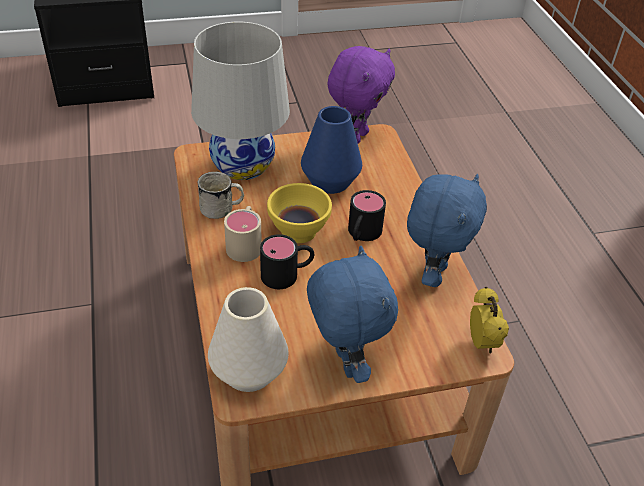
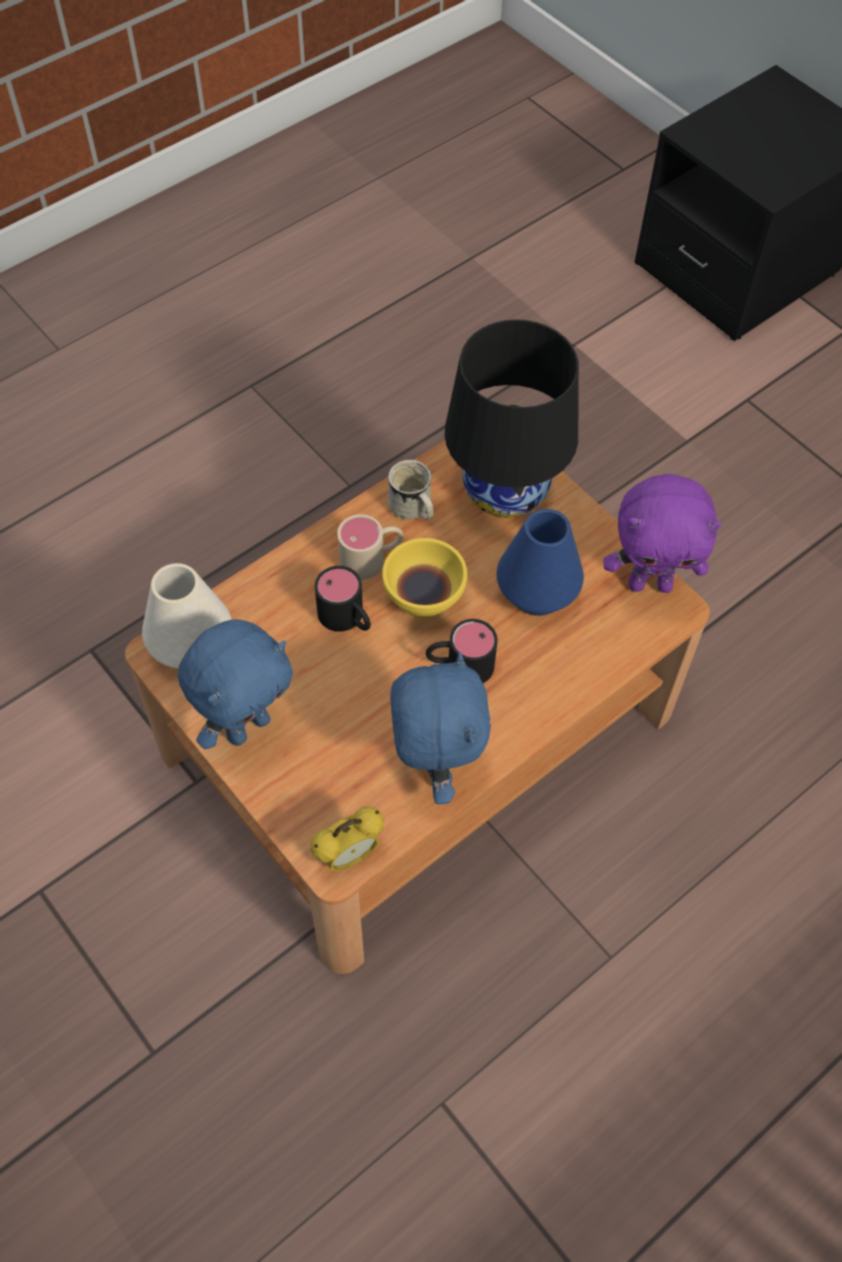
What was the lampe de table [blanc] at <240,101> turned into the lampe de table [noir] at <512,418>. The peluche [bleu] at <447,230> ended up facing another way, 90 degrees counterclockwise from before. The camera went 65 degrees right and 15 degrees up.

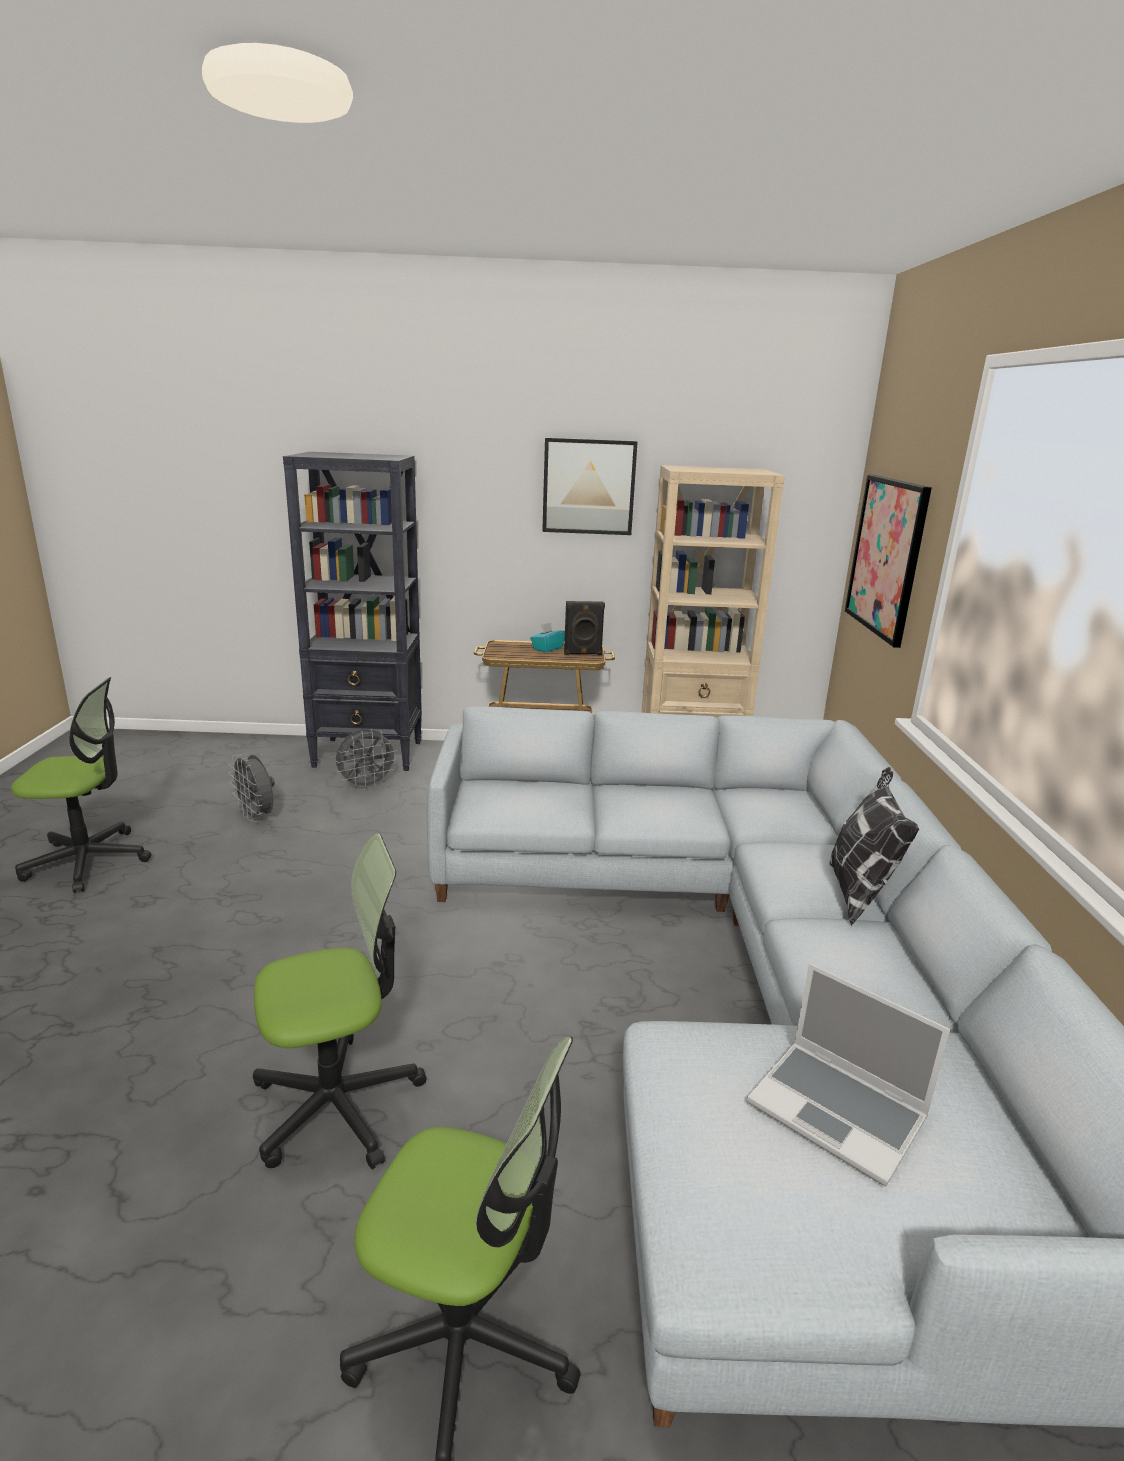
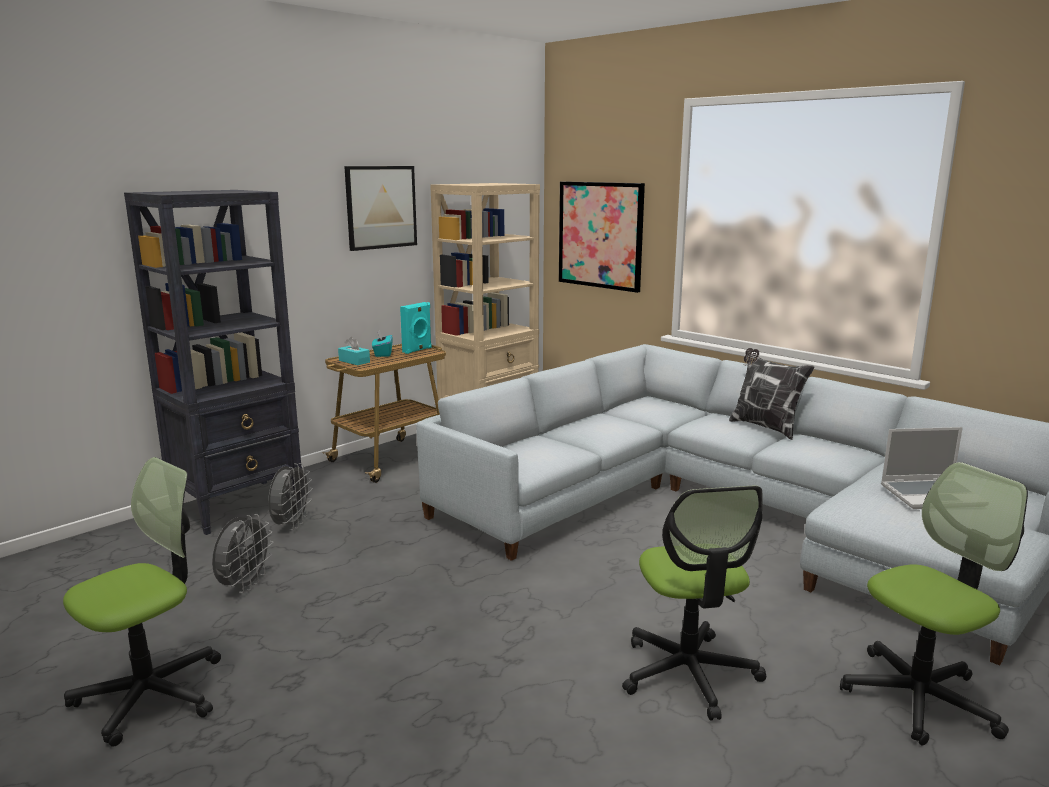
The second view gained the boîte à mouchoirs [turquoise] at <354,351>. What was the enceinte [noir] at <584,628> turned into the enceinte [turquoise] at <416,328>. The ventilateur [gris] at <251,788> ended up facing another way, 75 degrees counterclockwise from before. The chaise de bureau at <339,1001> ended up facing another way, 150 degrees clockwise from before. The camera went 45 degrees left and 5 degrees down.

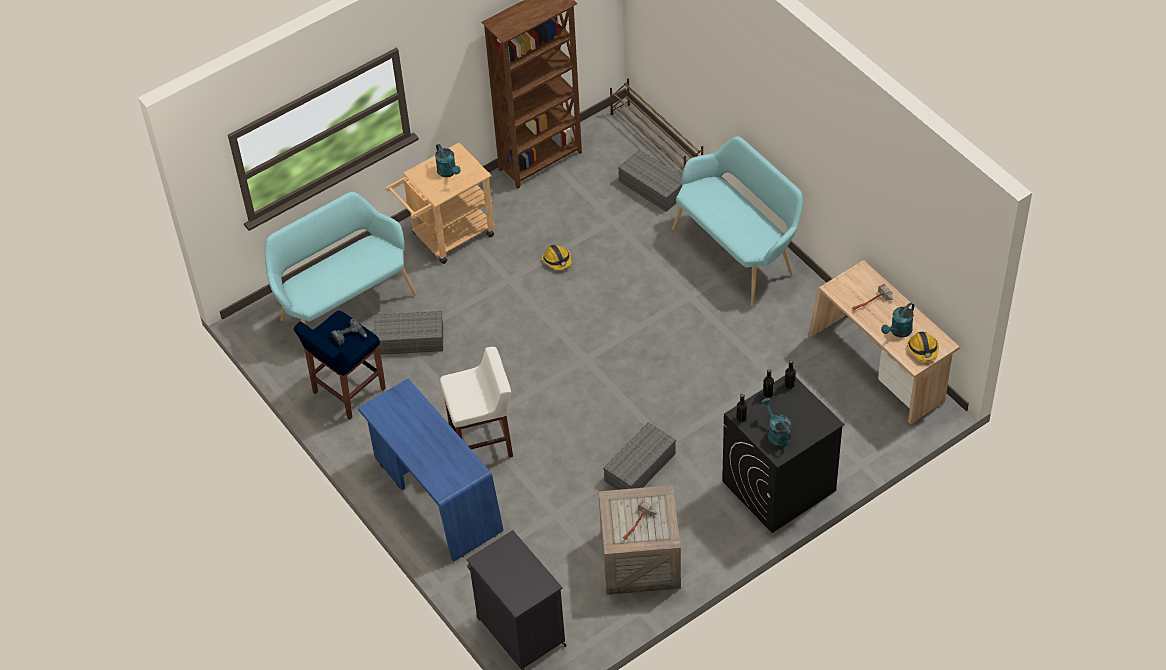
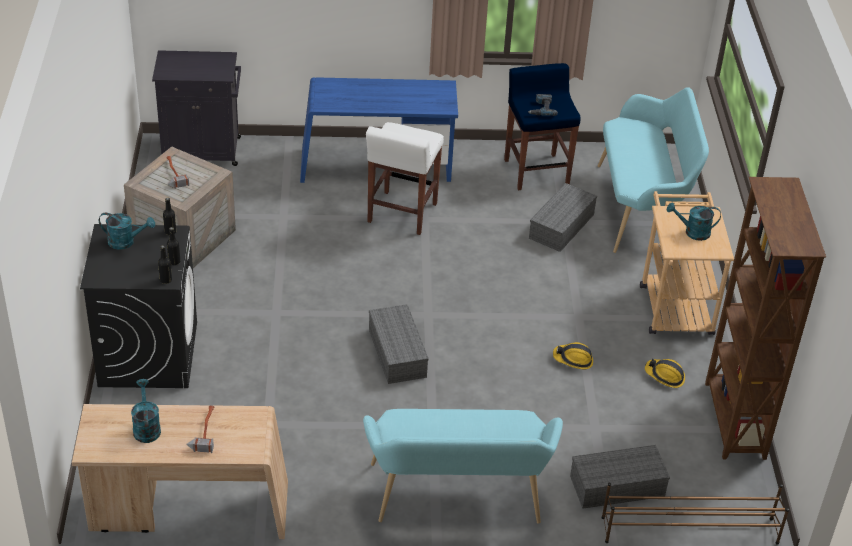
The boîte de rangement [gris] ended up elsewhere, having gone from <639,456> to <398,344>. The casque de chantier ended up elsewhere, having gone from <923,346> to <665,373>. The camera went 120 degrees right and 10 degrees down.

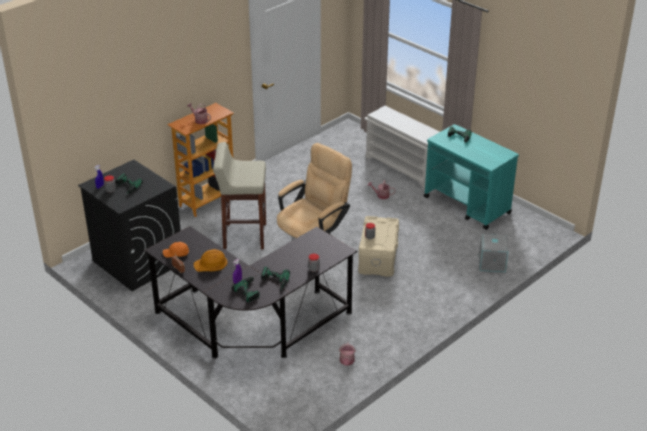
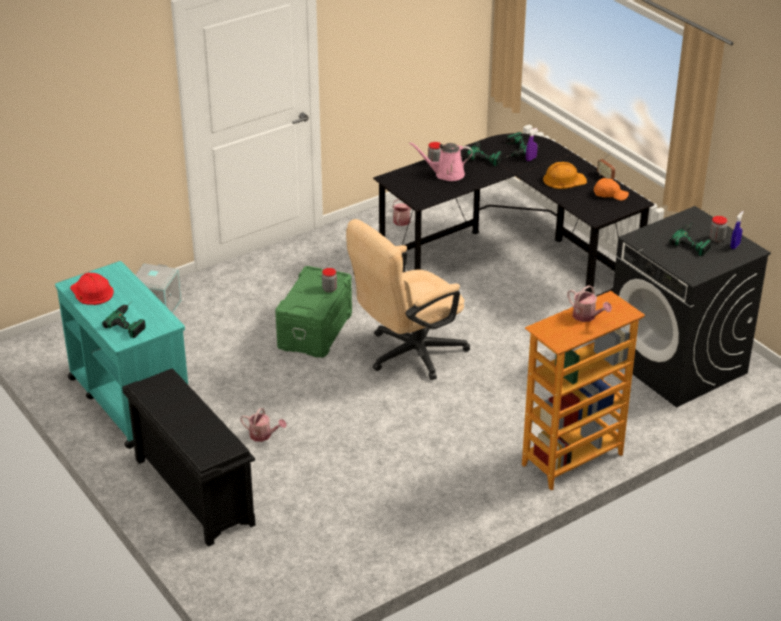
The second view lost the tabouret [beige] at <239,196>. The second view gained the casque de chantier [rouge] at <92,288>. The second view gained the arrosoir [rose] at <441,161>. What was the boîte de rangement [beige] at <378,246> turned into the boîte de rangement [vert] at <313,312>. What was the étagère à chaussures [blanc] at <402,147> turned into the étagère à chaussures [noir] at <188,457>. The camera went 170 degrees left and 0 degrees up.

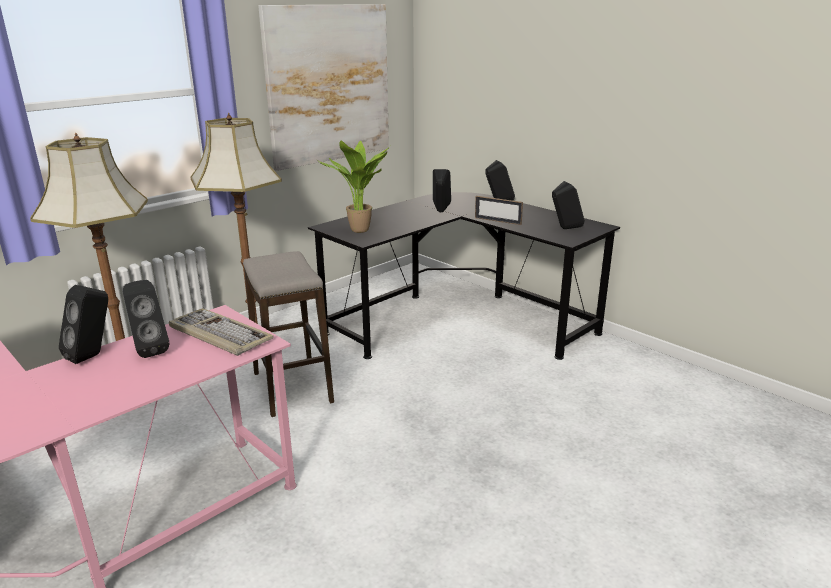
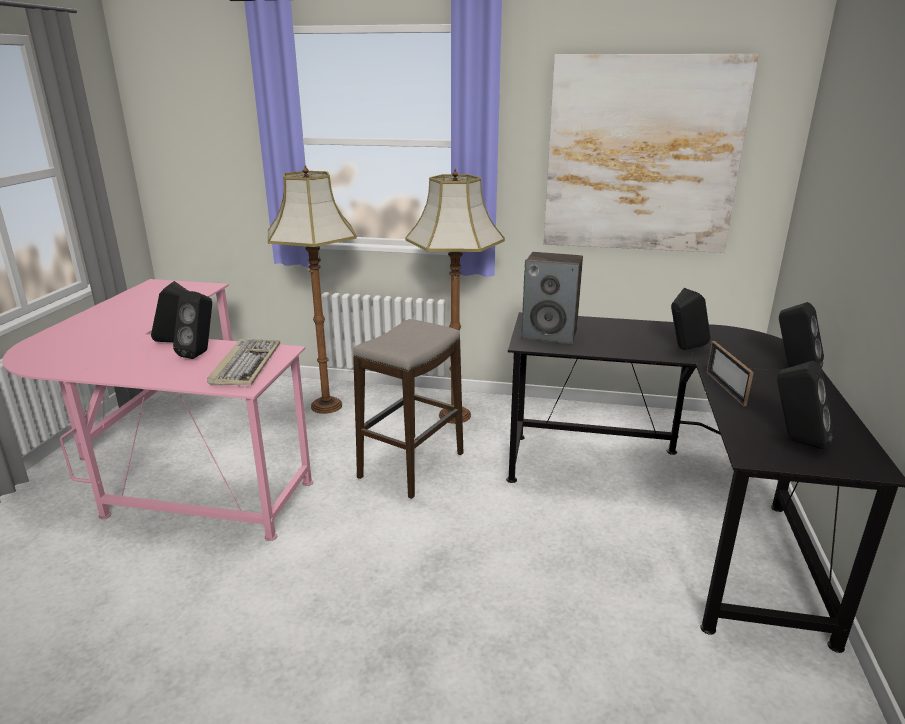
Where the plante en pot stood at <353,187>, the enceinte came to stand at <552,298>. The camera went 55 degrees right and 0 degrees up.

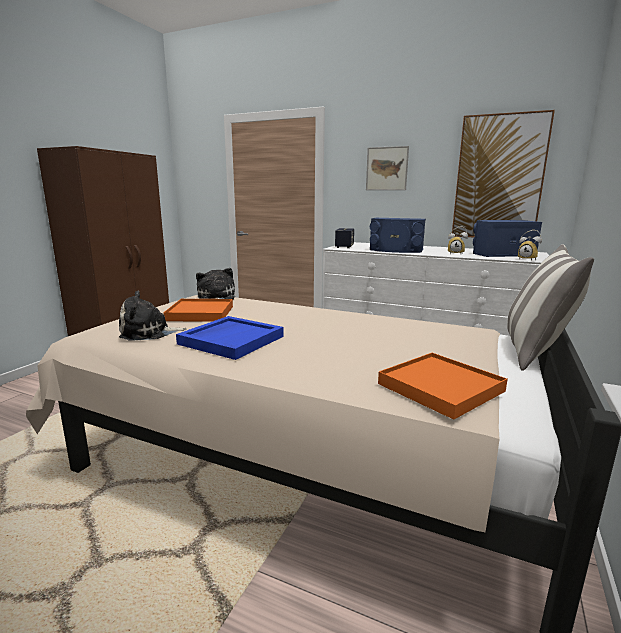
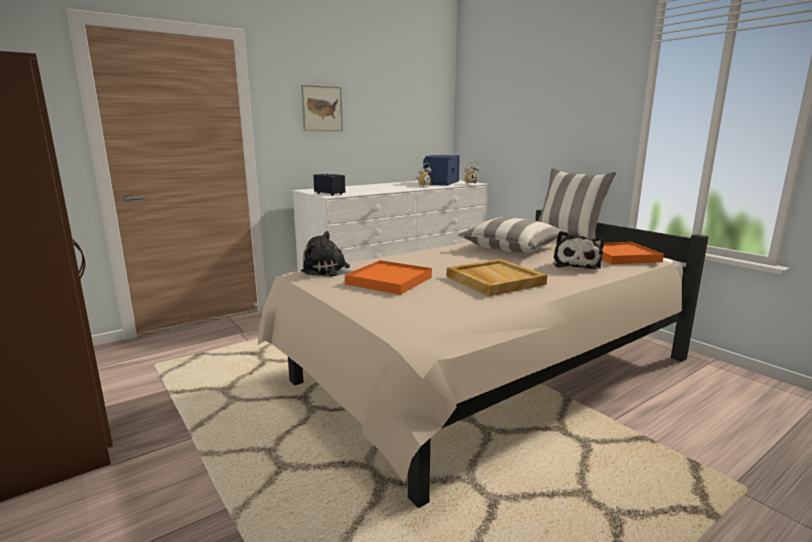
The second view lost the enceinte [bleu] at <398,235>. The second view lost the tableau at <503,173>. The second view gained the coussin at <512,235>. The peluche ended up elsewhere, having gone from <153,315> to <578,250>. What was the plateau [bleu] at <230,338> turned into the plateau [beige] at <497,277>. The camera went 60 degrees left and 0 degrees up.

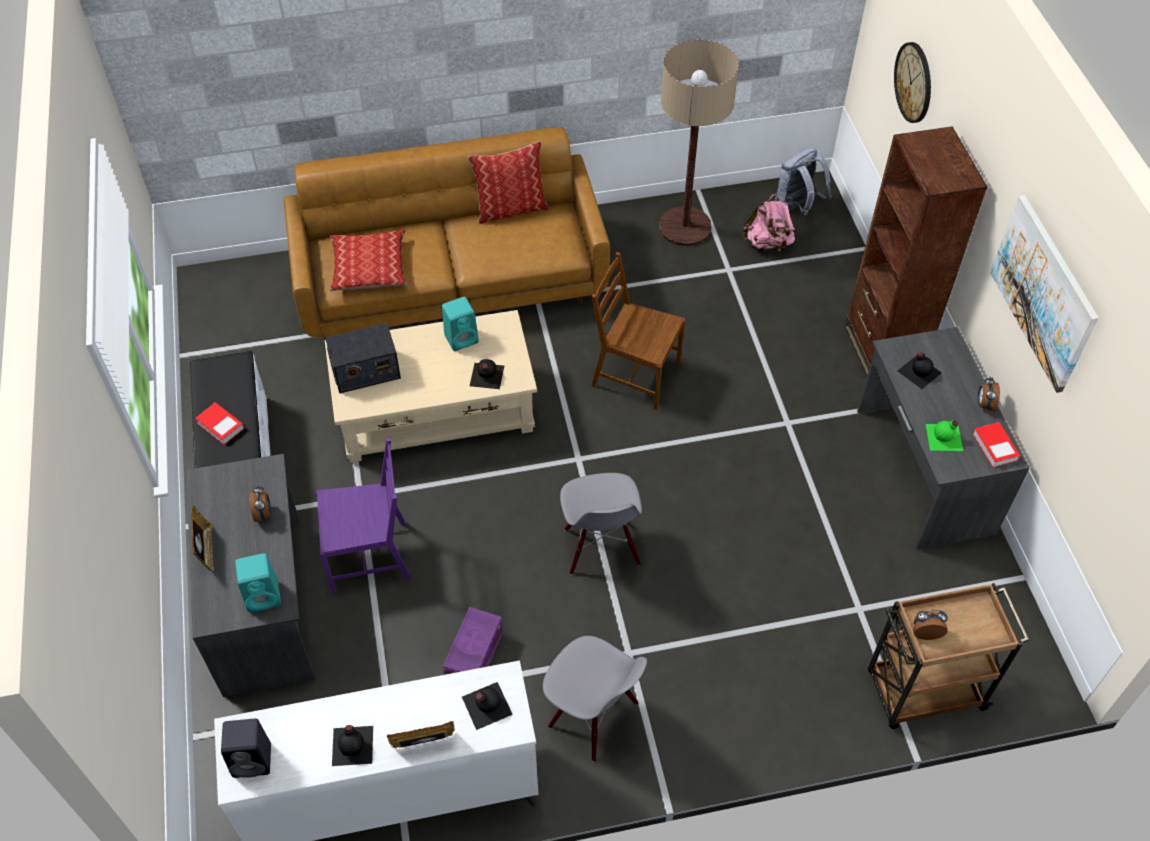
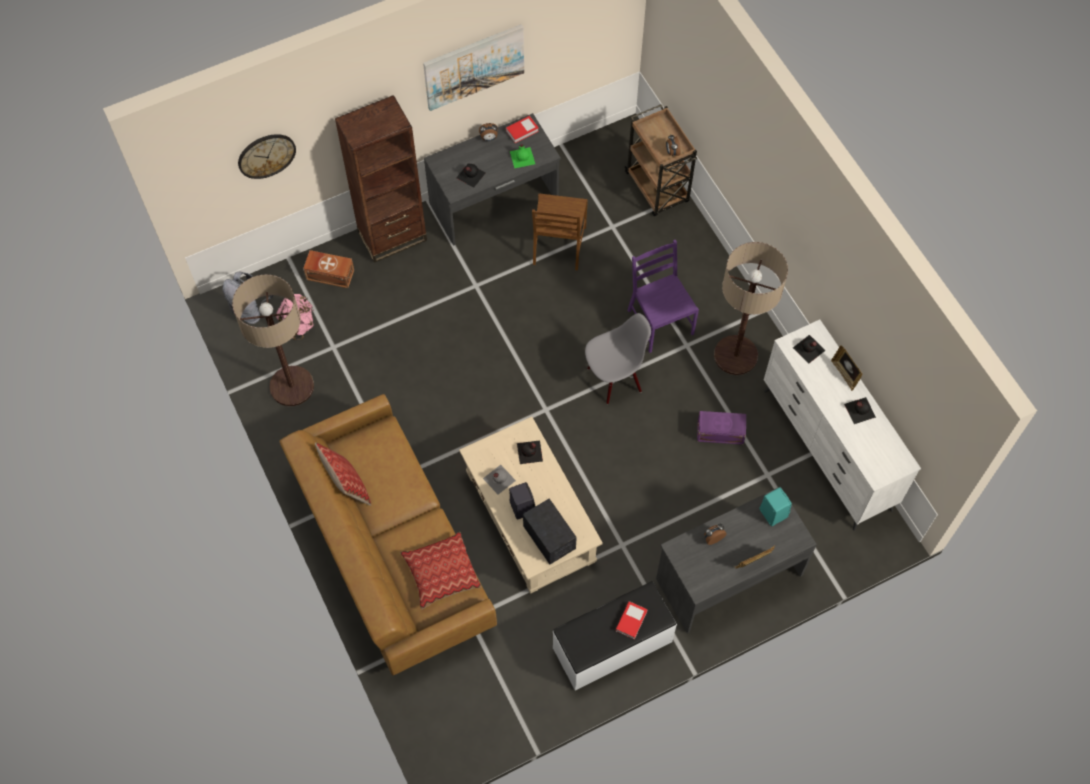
The second view gained the boîte de rangement [marron] at <328,269>. The enceinte [noir] ended up elsewhere, having gone from <246,748> to <522,501>. The chaise [violet] ended up elsewhere, having gone from <364,515> to <663,296>. The chaise [marron] ended up elsewhere, having gone from <638,331> to <560,231>. Where the enceinte [turquoise] stood at <460,324>, the bouteille [gris] came to stand at <499,479>. Where the chaise [gris] stood at <595,699>, the lampadaire came to stand at <751,308>. The camera went 105 degrees left and 10 degrees up.

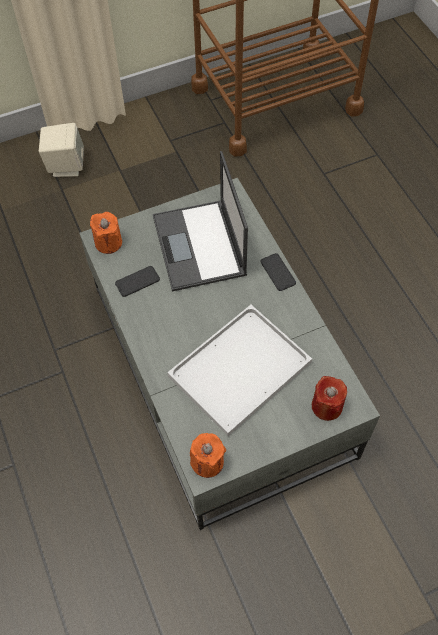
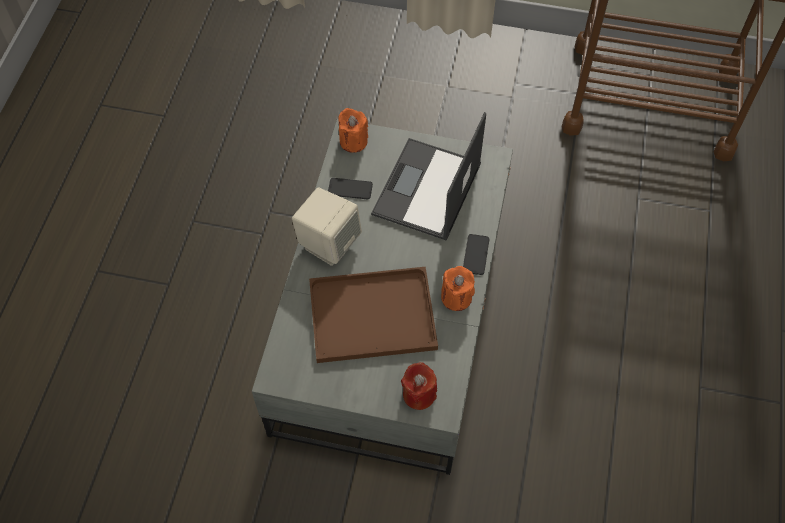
The enceinte [beige] ended up elsewhere, having gone from <61,150> to <327,226>. The bougie [orange] ended up elsewhere, having gone from <208,455> to <458,288>. What was the plateau [blanc] at <239,370> turned into the plateau [marron] at <373,315>. The camera went 35 degrees right and 0 degrees up.

